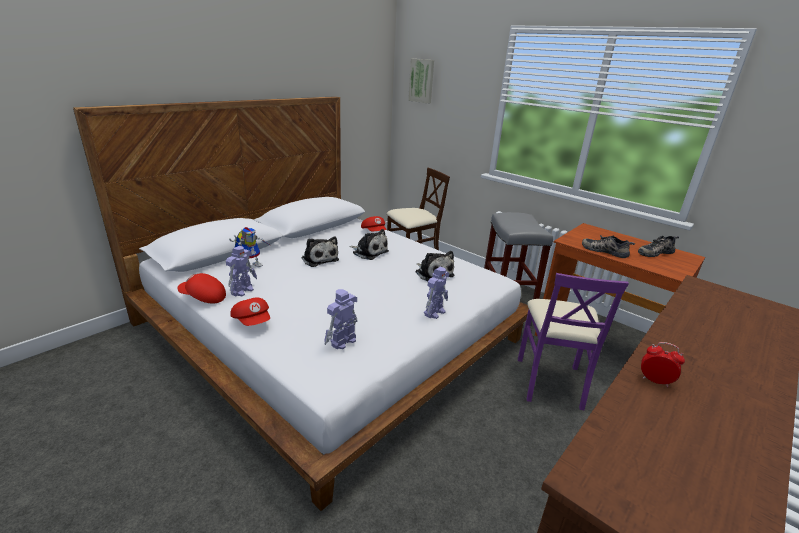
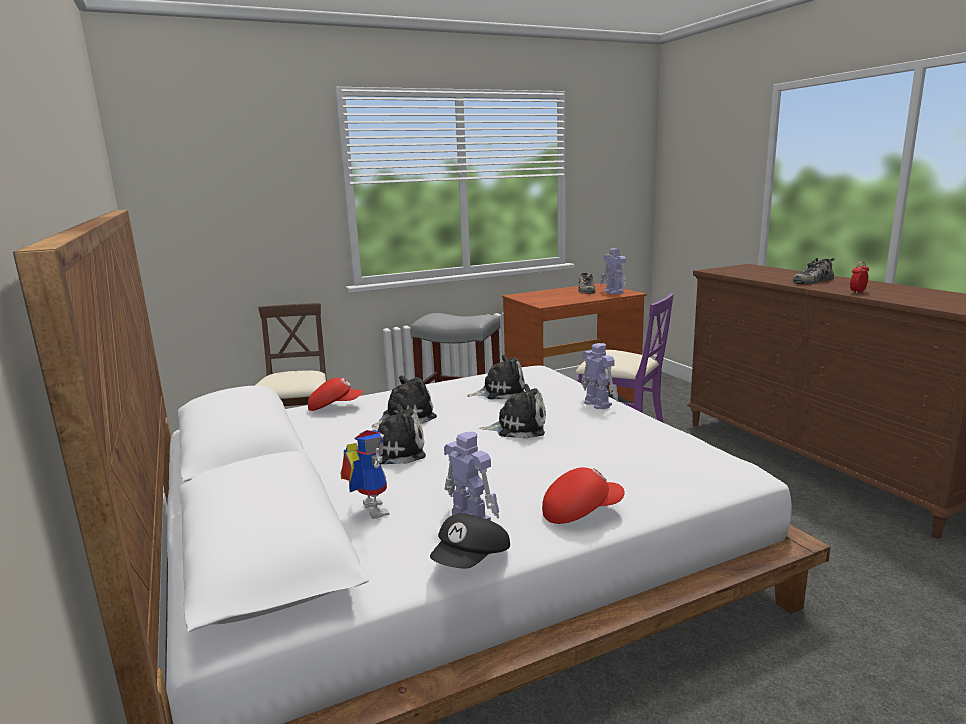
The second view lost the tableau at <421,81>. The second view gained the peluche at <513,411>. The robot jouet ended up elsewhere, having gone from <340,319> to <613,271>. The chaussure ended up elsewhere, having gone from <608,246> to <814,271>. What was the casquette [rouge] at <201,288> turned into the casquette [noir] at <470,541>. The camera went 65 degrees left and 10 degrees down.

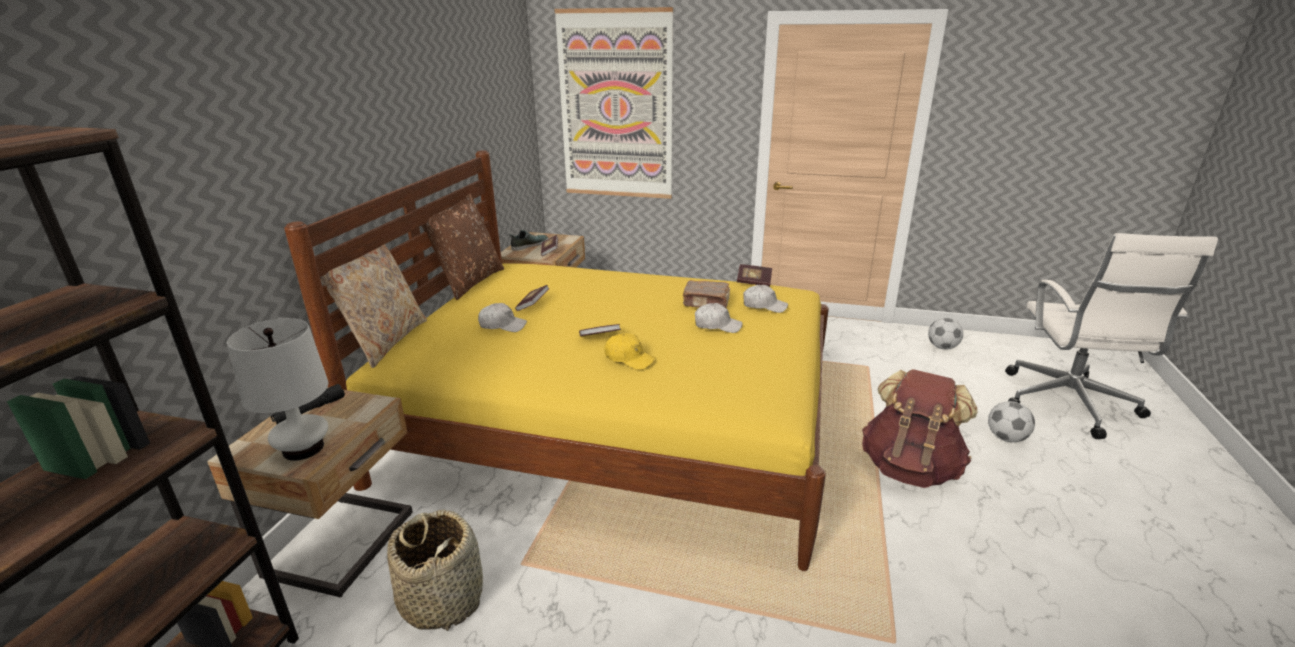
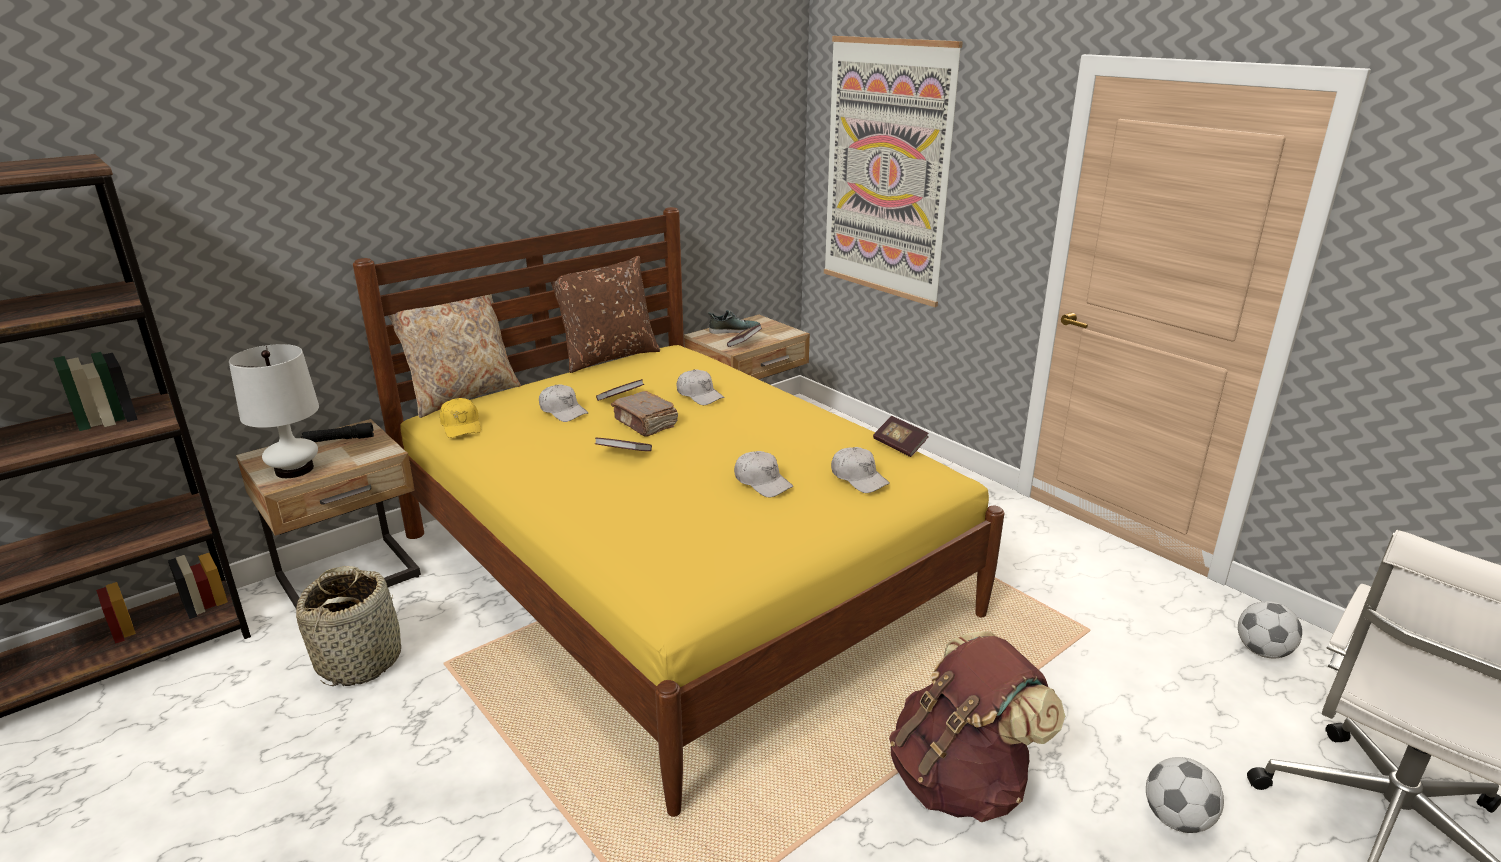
The second view gained the casquette [blanc] at <700,387>. The casquette [jaune] ended up elsewhere, having gone from <630,351> to <460,418>. The livre [marron] ended up elsewhere, having gone from <706,294> to <644,414>. The camera went 35 degrees right and 0 degrees up.

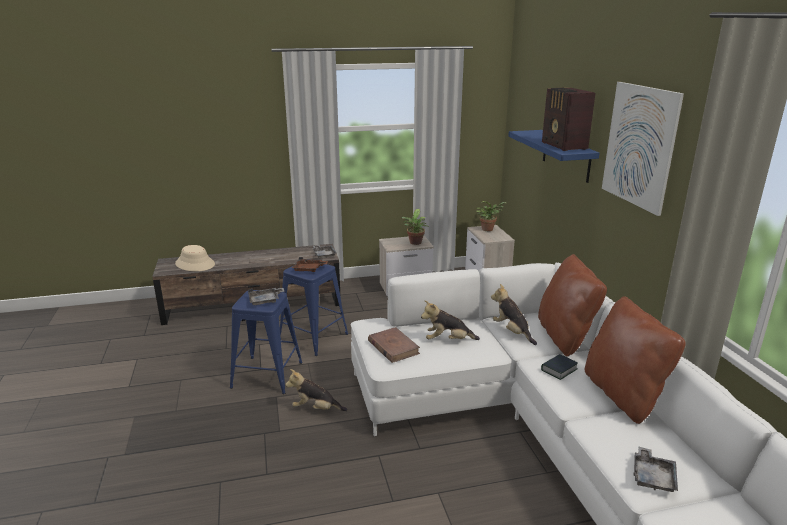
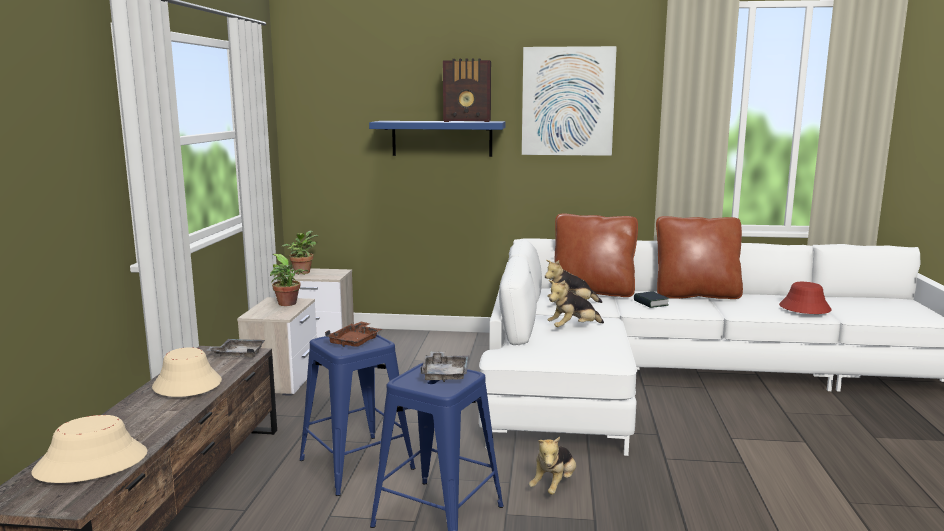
The second view lost the livre [marron] at <394,345>. The second view gained the chapeau [beige] at <187,372>. Where the plateau [gris] stood at <655,469>, the chapeau [rouge] came to stand at <805,298>. The peluche at <450,320> ended up facing another way, 45 degrees clockwise from before. The camera went 70 degrees left and 10 degrees down.

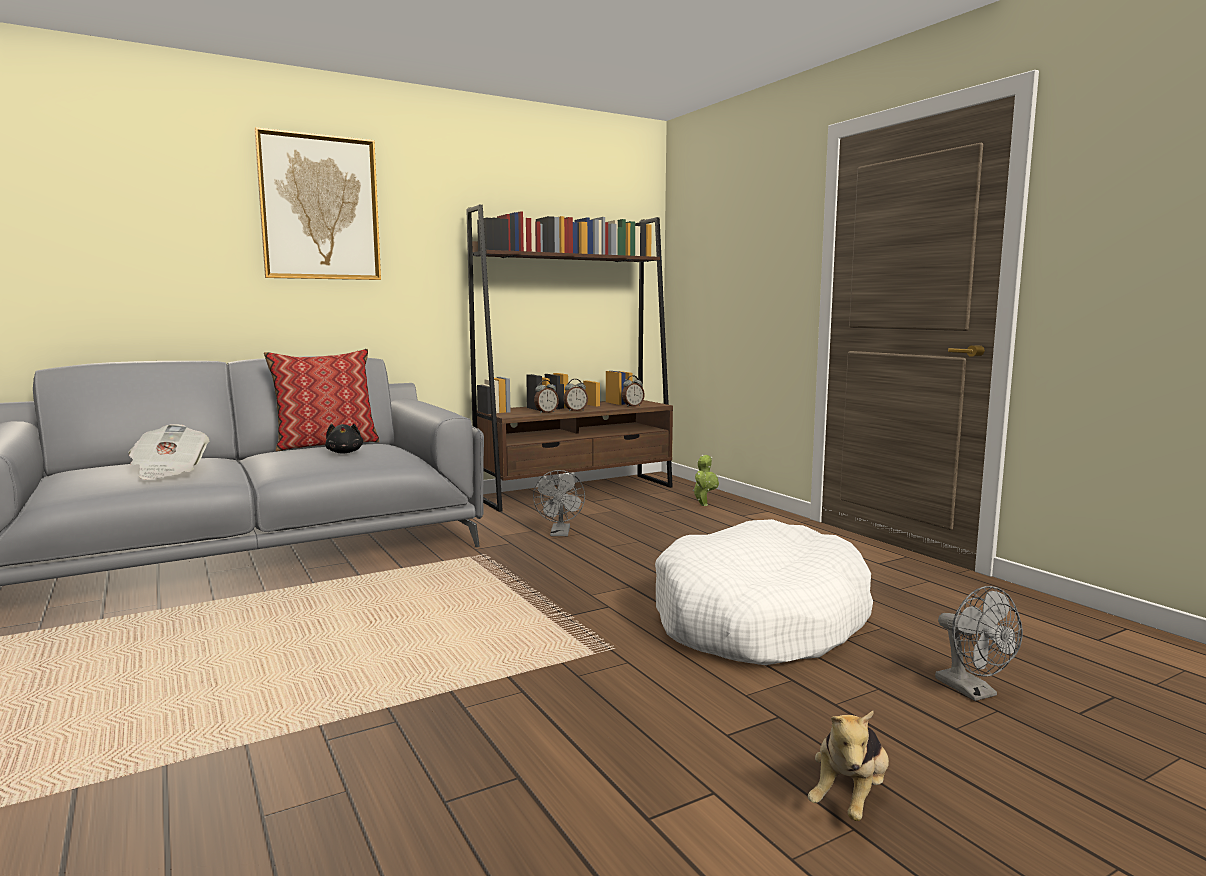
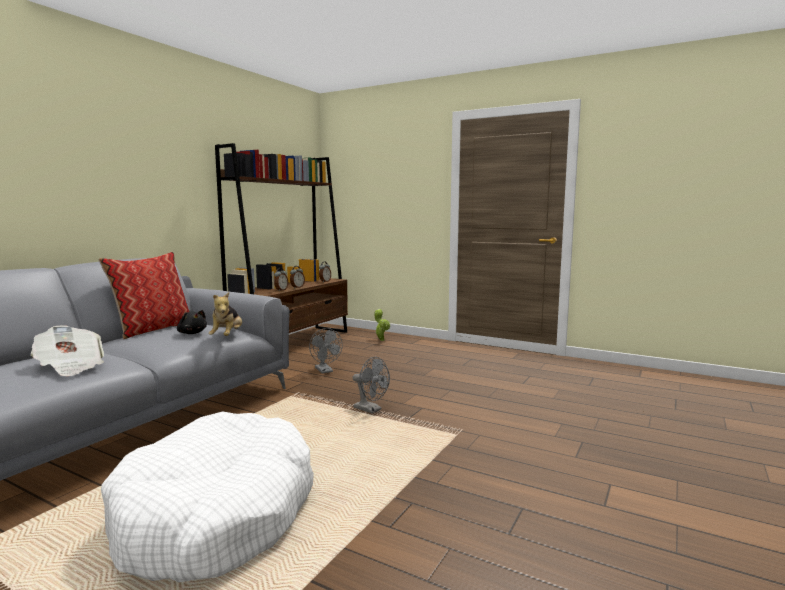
The second view lost the tableau at <317,203>. The panier pour chien [blanc] ended up elsewhere, having gone from <764,592> to <207,496>. The peluche ended up elsewhere, having gone from <848,765> to <225,314>. The ventilateur [gris] ended up elsewhere, having gone from <979,643> to <371,385>. The camera went 30 degrees left and 0 degrees up.

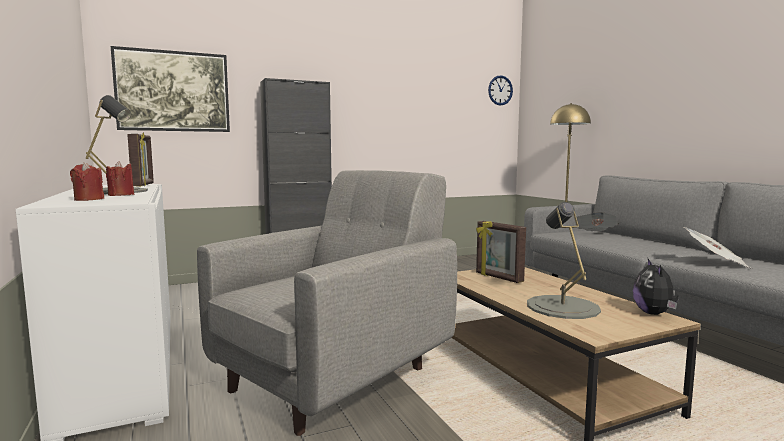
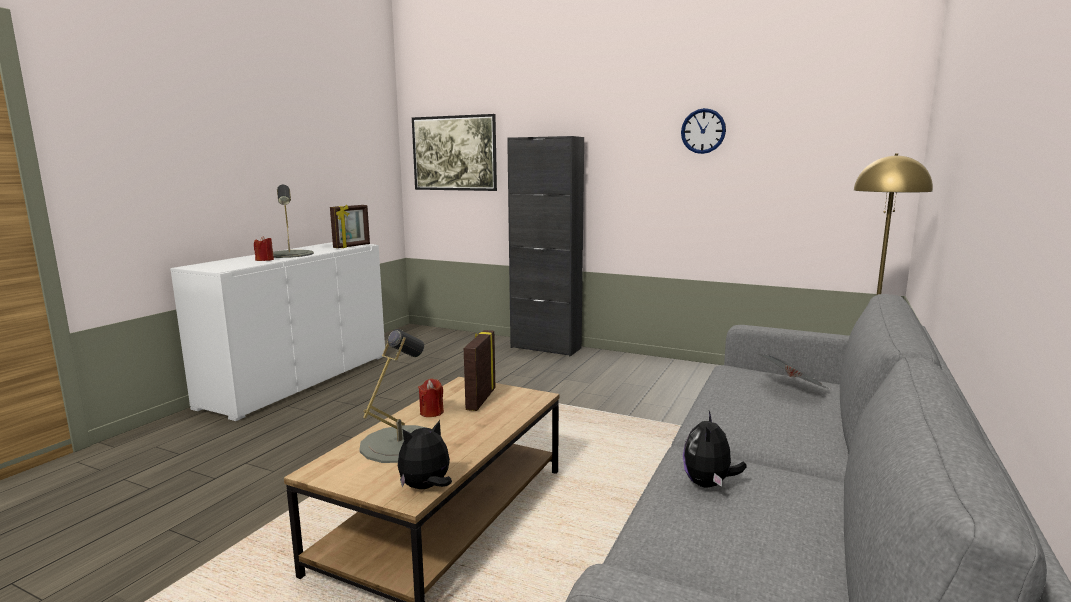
The second view lost the fauteuil [gris] at <327,303>. The bougie [rouge] ended up elsewhere, having gone from <87,181> to <431,398>. The horloge murale ended up elsewhere, having gone from <500,90> to <703,131>. Where the journal stood at <718,248>, the peluche came to stand at <715,449>. The camera went 50 degrees right and 5 degrees up.

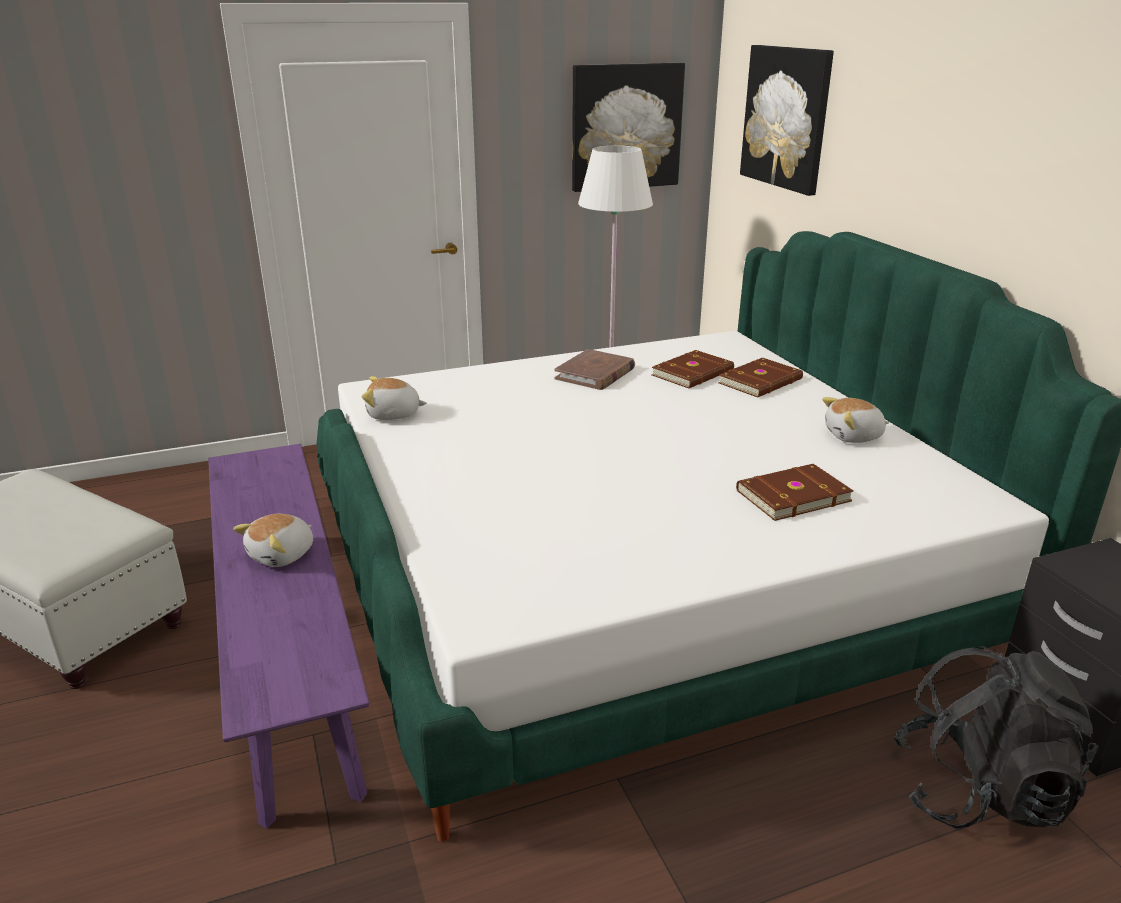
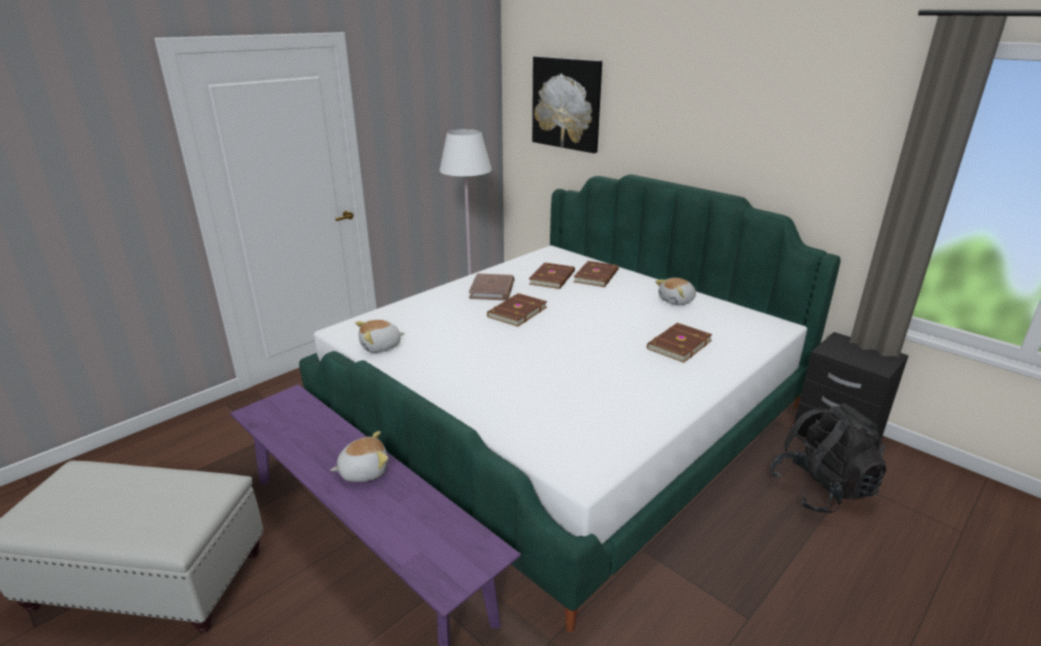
The second view lost the tableau at <628,127>. The second view gained the livre [marron] at <517,310>. The peluche at <273,540> ended up facing another way, 120 degrees counterclockwise from before. The camera went 25 degrees left and 0 degrees up.

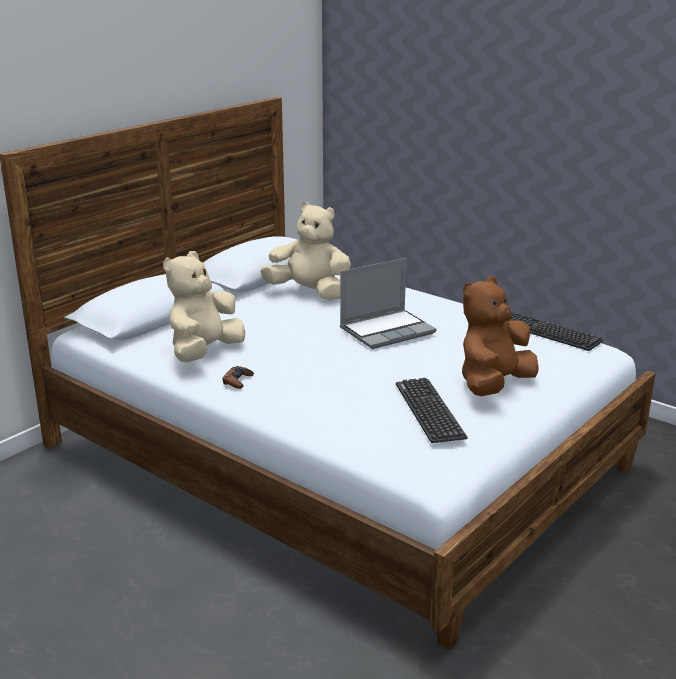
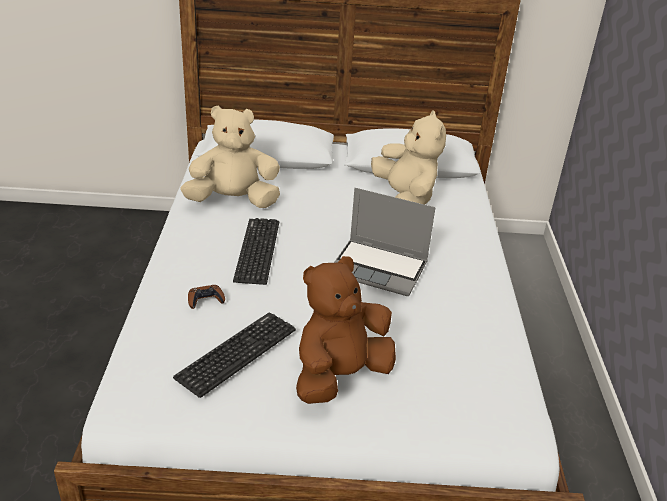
The manette [marron] ended up elsewhere, having gone from <238,377> to <206,297>. The clavier ended up elsewhere, having gone from <555,331> to <256,251>. The peluche [marron] at <500,336> ended up facing another way, 45 degrees counterclockwise from before. The camera went 50 degrees right and 10 degrees up.

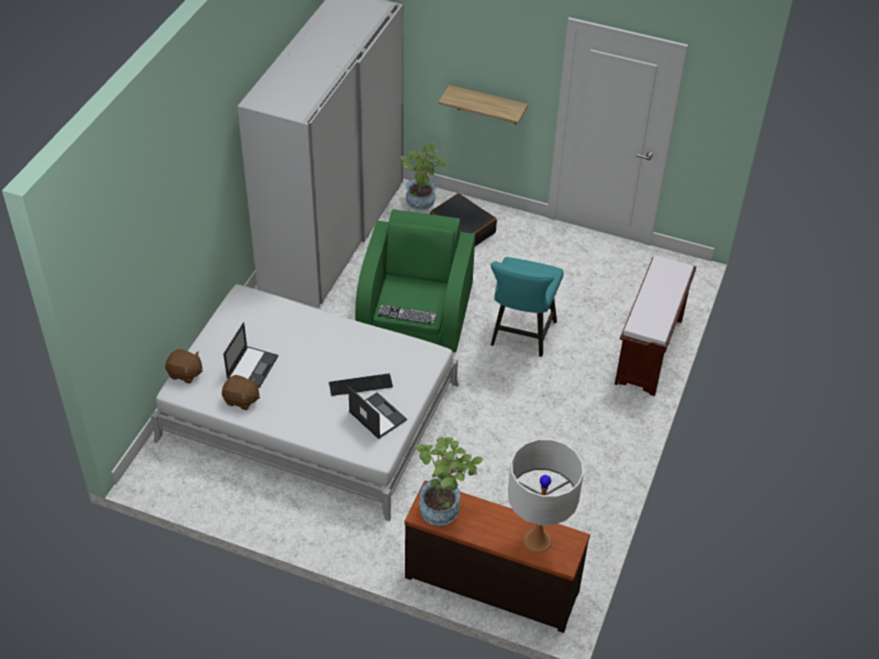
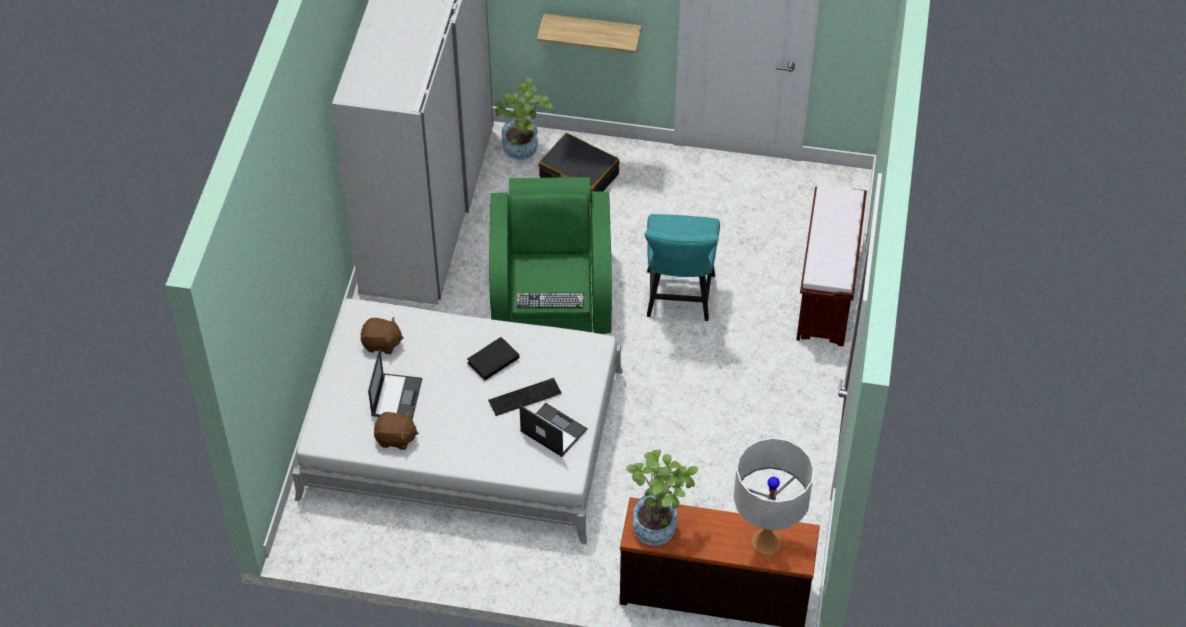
The second view gained the livre [noir] at <493,358>. The peluche [marron] ended up elsewhere, having gone from <184,366> to <382,335>. The camera went 10 degrees left and 5 degrees up.

